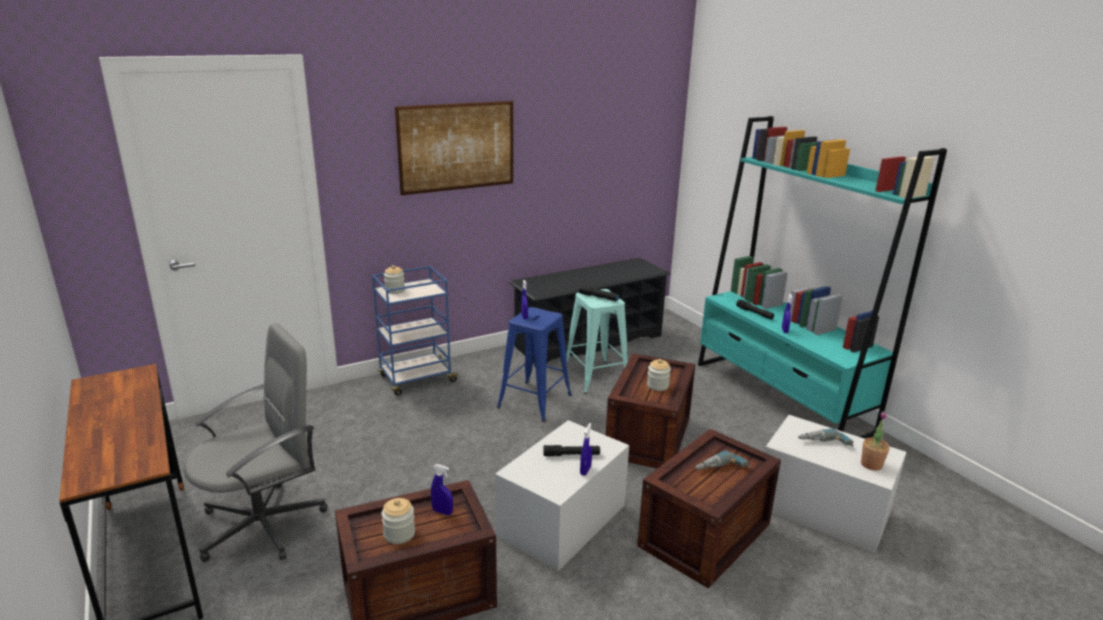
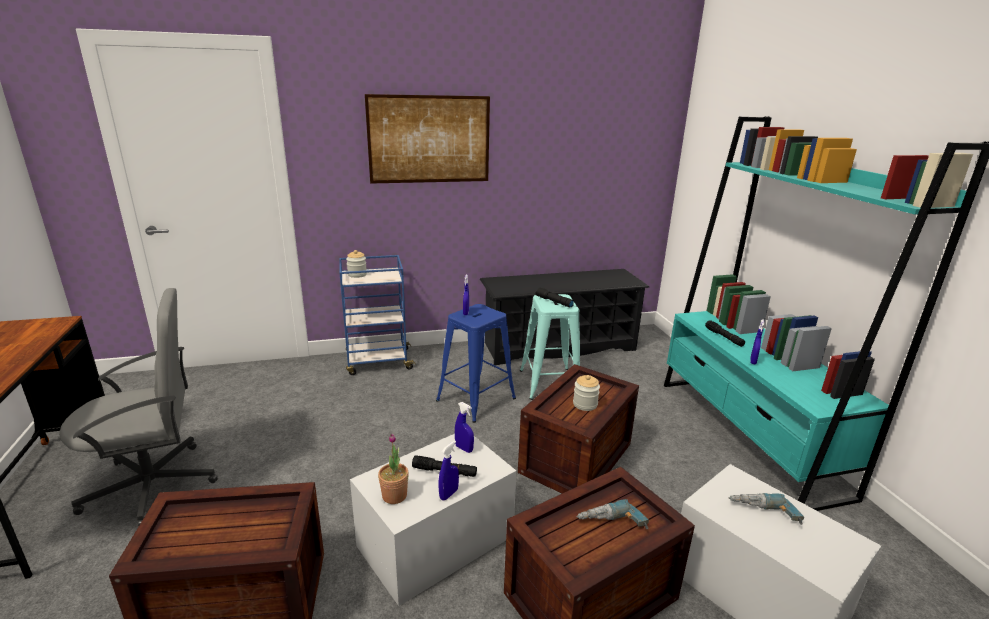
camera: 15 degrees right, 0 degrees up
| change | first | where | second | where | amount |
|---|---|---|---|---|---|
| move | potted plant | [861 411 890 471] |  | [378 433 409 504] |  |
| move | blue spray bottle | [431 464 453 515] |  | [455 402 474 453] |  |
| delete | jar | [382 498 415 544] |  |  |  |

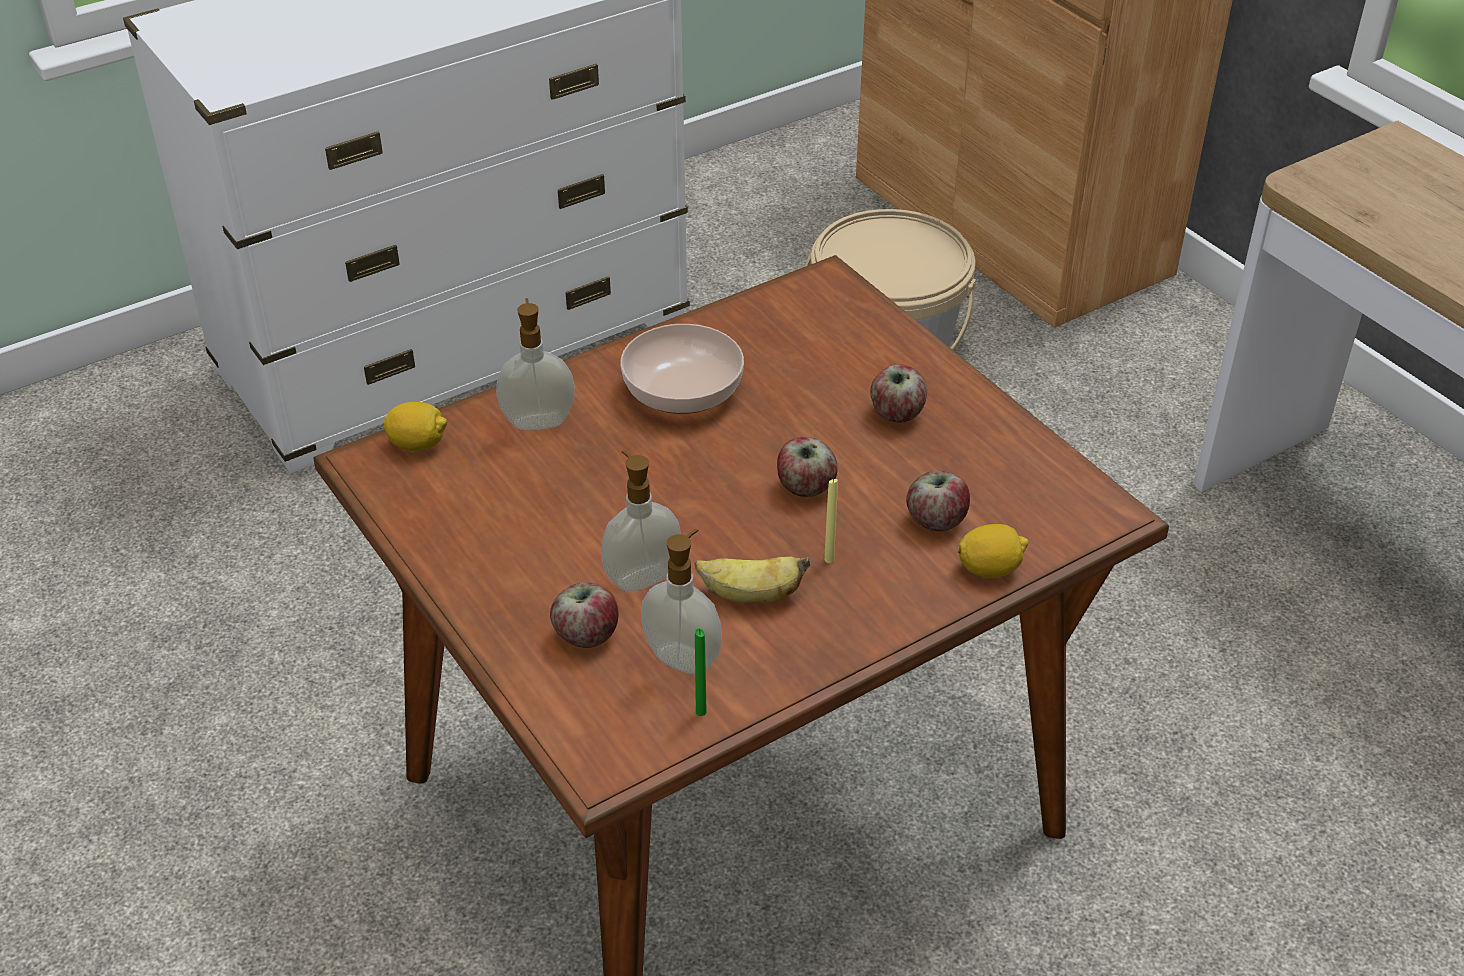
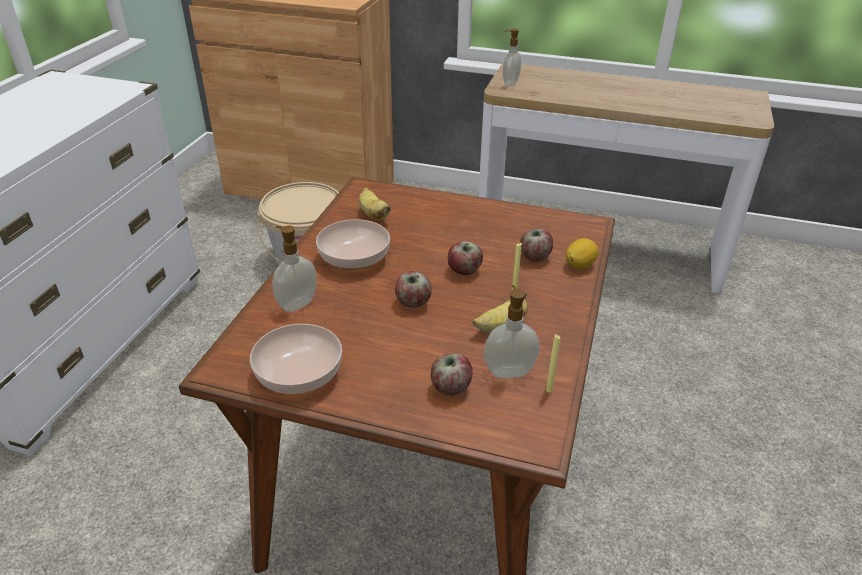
camera: 40 degrees left, 5 degrees down
| change | first | where | second | where | amount |
|---|---|---|---|---|---|
| insert |  |  | bowl | [250 324 342 394] |  |
| insert |  |  | banana | [359 187 391 220] |  |
| move | apple | [870 364 927 423] |  | [395 271 432 308] |  |
| move | soap dispenser | [601 450 681 592] |  | [503 29 521 86] |  |
| recolor | green candle | [695 628 707 716] | yellow candle | [546 335 560 393] |  |
| delete | lemon | [384 402 447 451] |  |  |  |

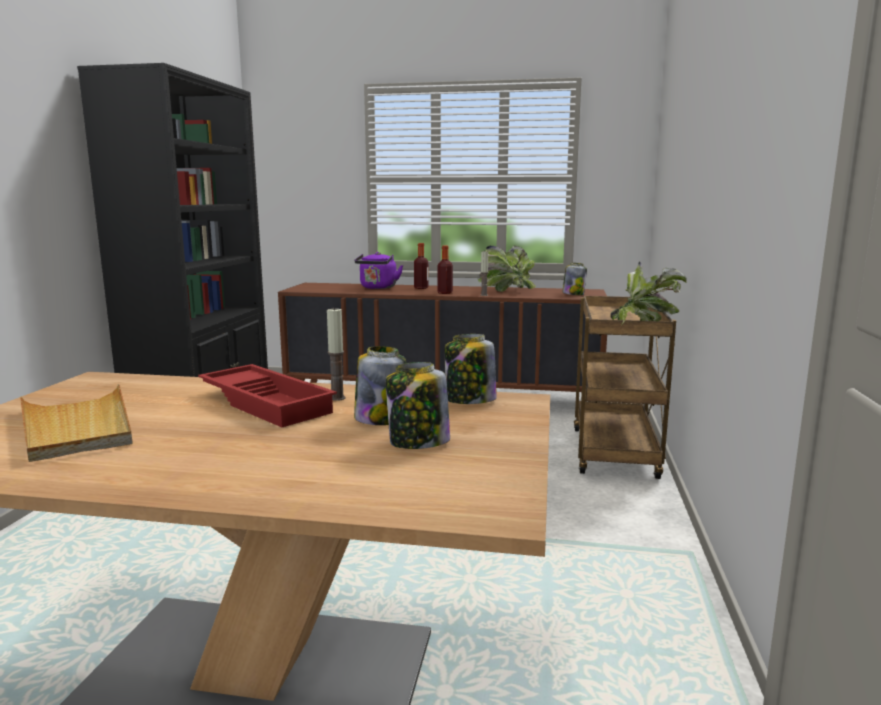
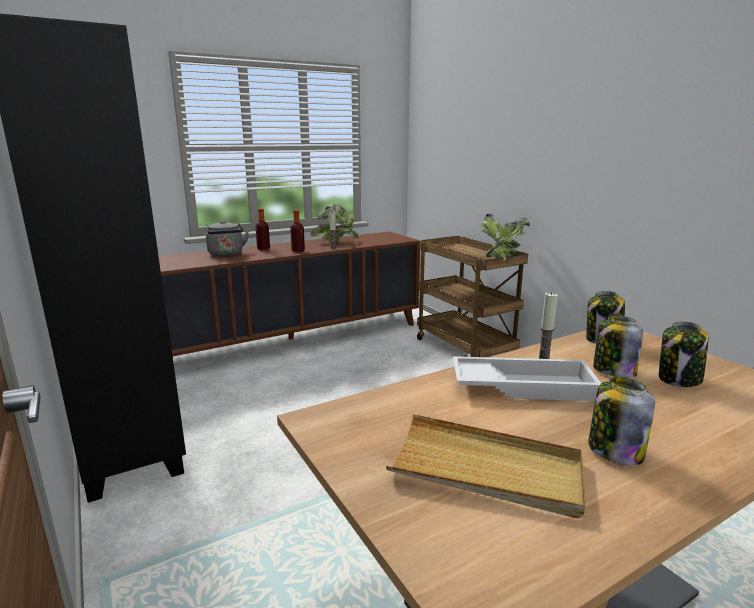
camera: 40 degrees left, 5 degrees up
| change | first | where | second | where | amount |
|---|---|---|---|---|---|
| recolor | purple kettle | [354 252 403 289] | grey kettle | [206 221 249 257] |  |
| recolor | red tray | [198 364 337 427] | white tray | [453 356 601 401] |  |
| move | jar | [562 263 587 295] |  | [588 377 655 466] |  |

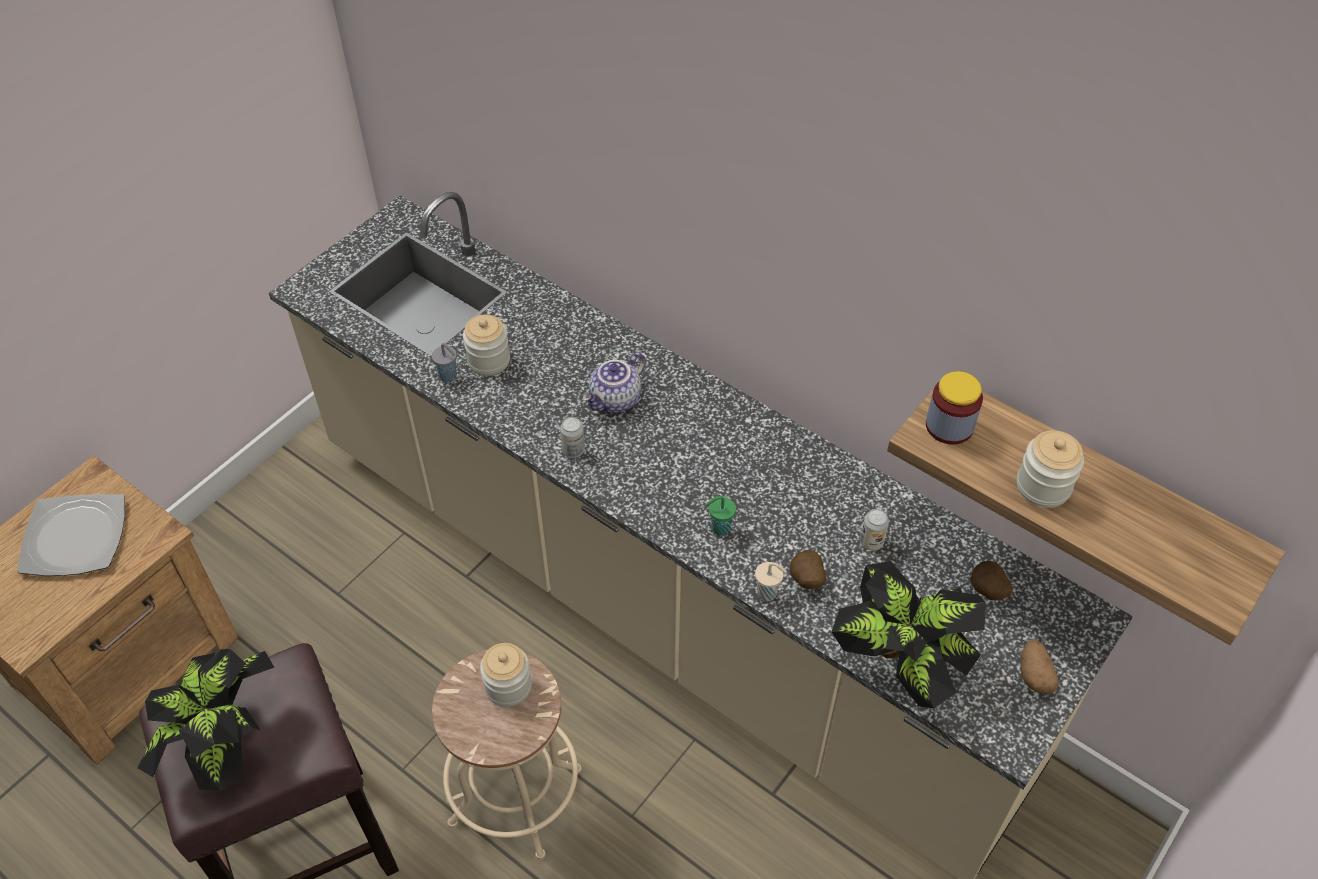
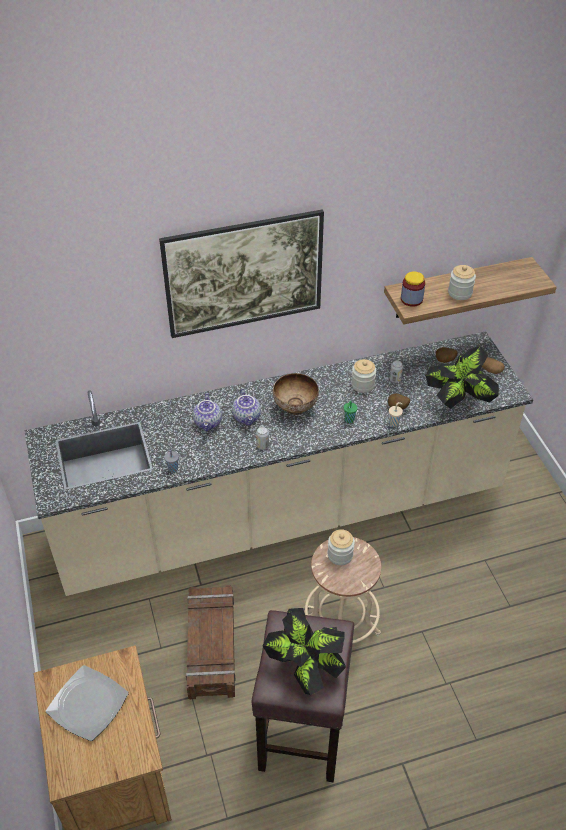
camera: 55 degrees left, 5 degrees down
| change | first | where | second | where | amount |
|---|---|---|---|---|---|
| insert |  |  | picture | [159 209 324 338] |  |
| insert |  |  | crate | [186 585 235 699] |  |
| insert |  |  | teapot | [193 393 222 431] |  |
| insert |  |  | bowl | [273 373 319 415] |  |
| move | jar | [463 315 510 376] |  | [351 359 376 393] |  |

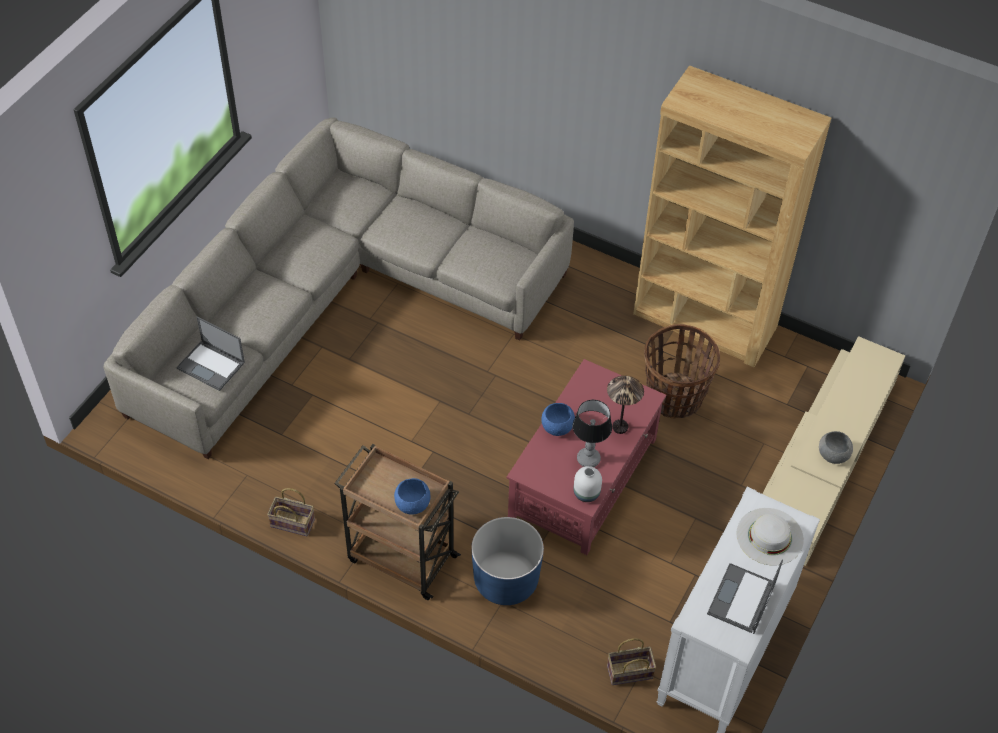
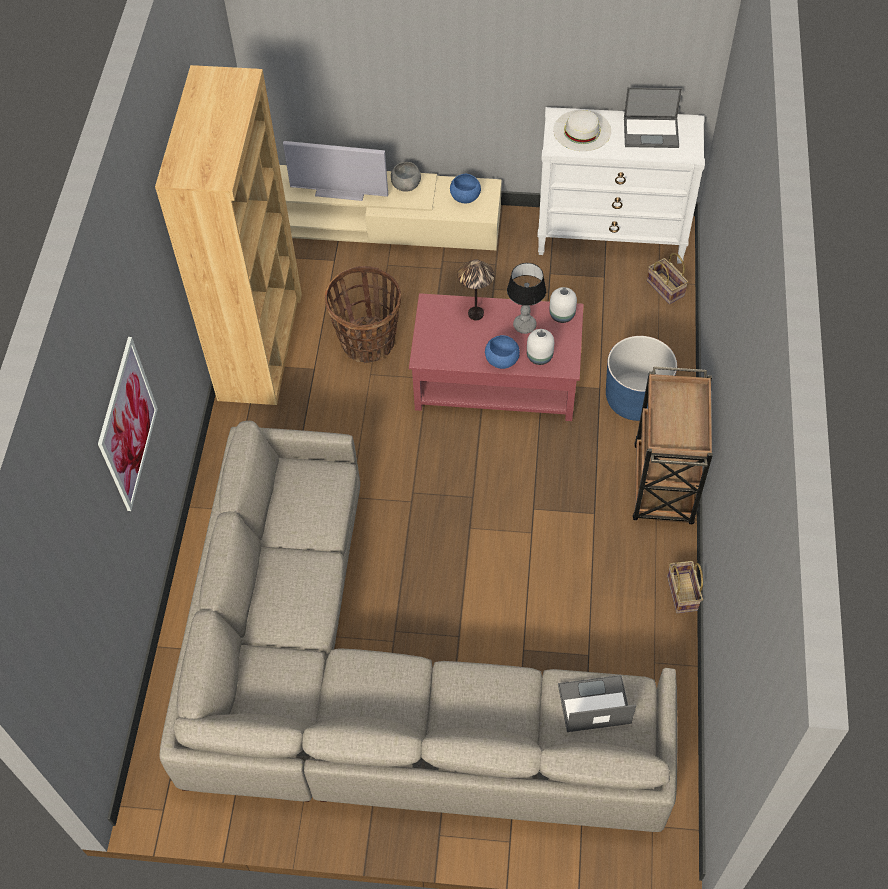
camera: 110 degrees left, 5 degrees up
| change | first | where | second | where | amount |
|---|---|---|---|---|---|
| insert |  |  | picture | [98 337 158 511] |  |
| insert |  |  | television | [283 141 388 201] |  |
| move | blue bowl | [394 478 430 515] |  | [450 174 481 203] |  |
| insert |  |  | white vase | [527 329 554 365] |  |
| rotate | laptop | [177 317 245 391] |  | [558 675 637 732] | 105 degrees counterclockwise |

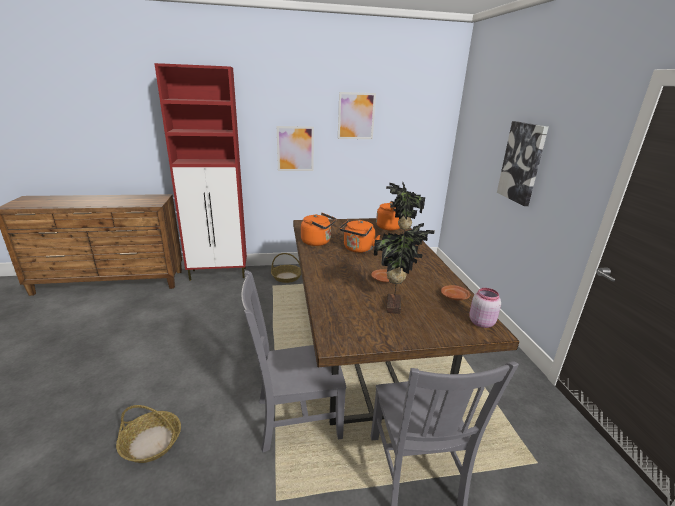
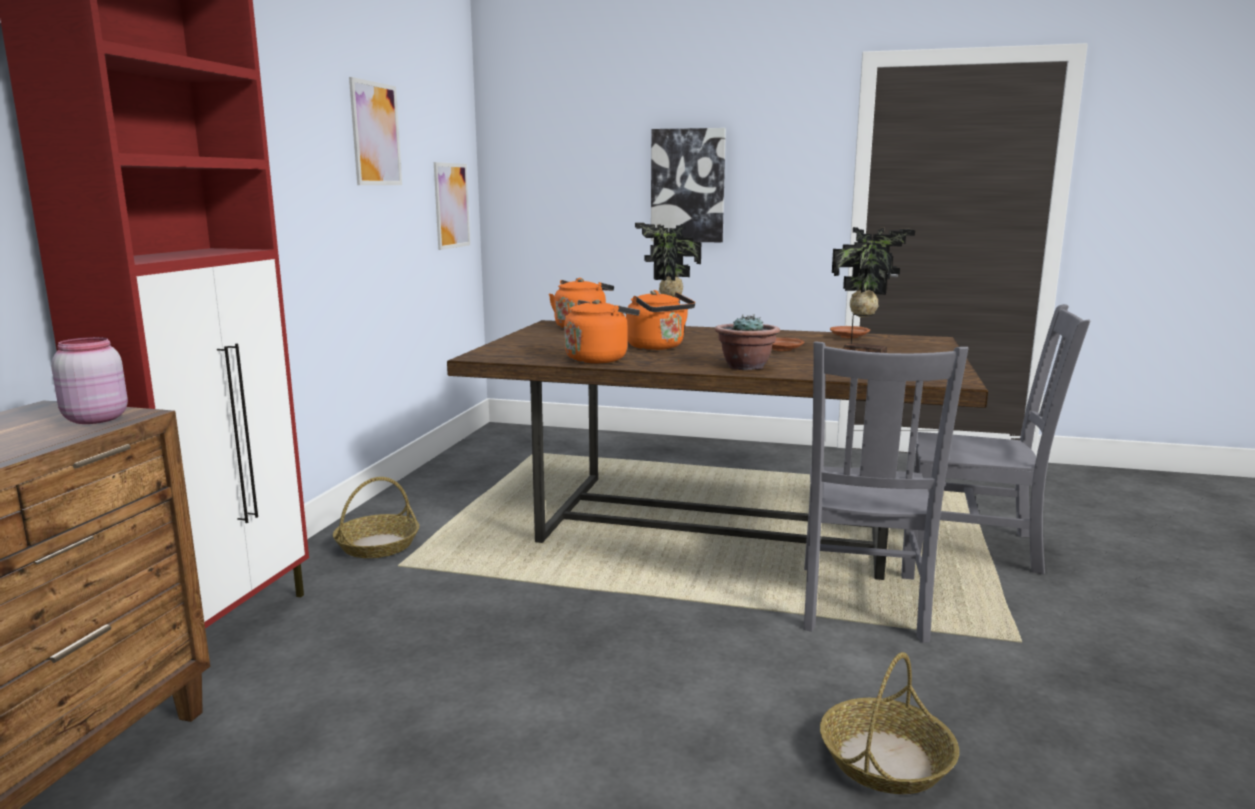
camera: 65 degrees left, 10 degrees down
| change | first | where | second | where | amount |
|---|---|---|---|---|---|
| move | pink jar | [469 288 501 328] |  | [51 337 128 424] |  |
| move | picture | [277 126 314 171] |  | [434 162 470 250] |  |
| insert |  |  | potted plant | [715 314 780 370] |  |

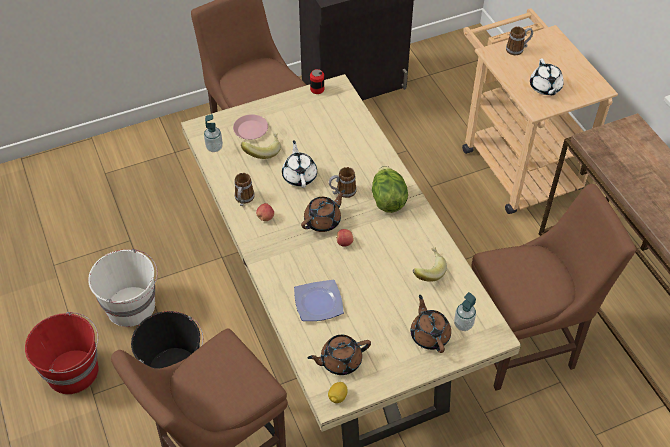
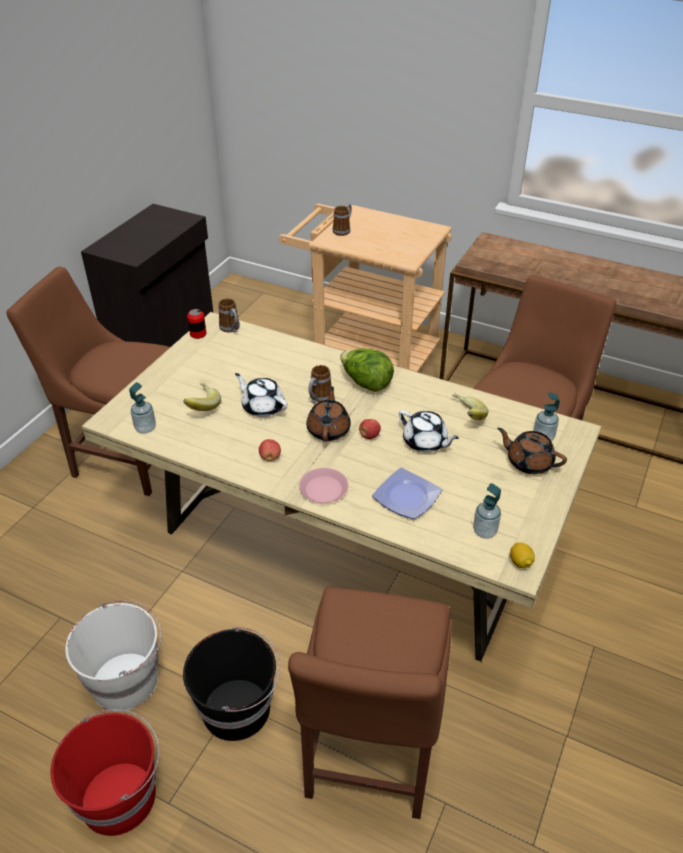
camera: 40 degrees left, 10 degrees down
| change | first | where | second | where | amount |
|---|---|---|---|---|---|
| move | mug | [235 173 255 206] |  | [219 298 240 333] |  |
| move | pink plate | [233 114 268 140] |  | [299 468 348 503] |  |
| move | white teapot | [530 58 564 95] |  | [399 410 459 453] |  |
| replace | brown teapot | [307 335 371 375] | soap dispenser | [473 483 501 539] |  |

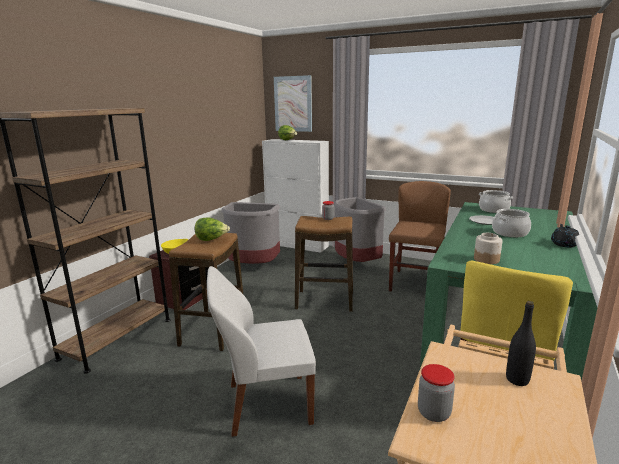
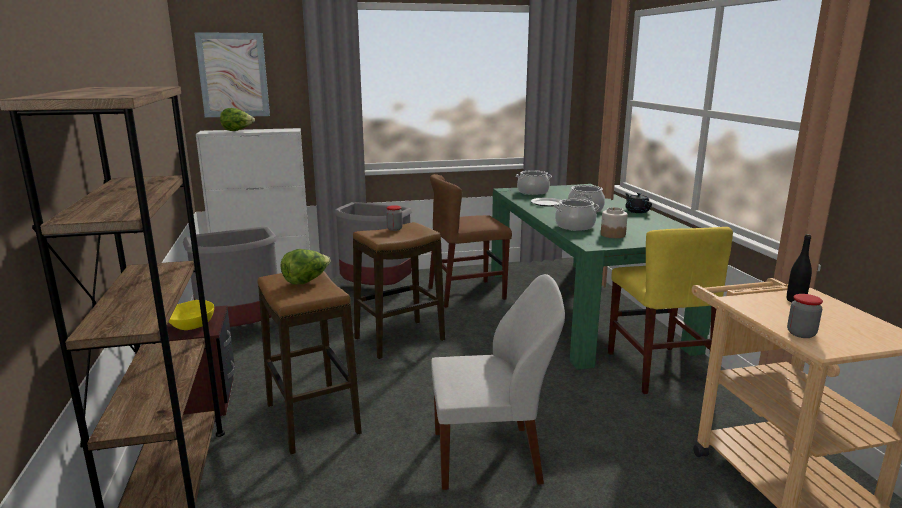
camera: 40 degrees left, 0 degrees up
| change | first | where | second | where | amount |
|---|---|---|---|---|---|
| rotate | brown chair | [389 181 451 292] |  | [429 174 512 308] | 90 degrees counterclockwise |
| rotate | white chair | [207 266 316 437] |  | [431 274 565 490] | 135 degrees counterclockwise |
| insert |  |  | cooking pot | [553 199 599 231] |  |

